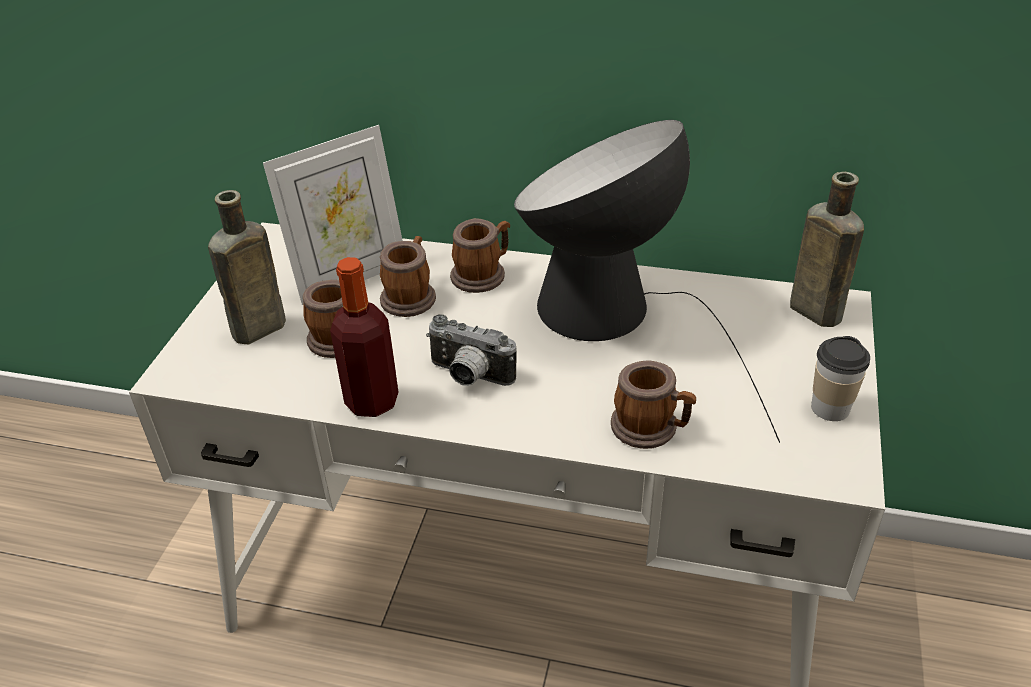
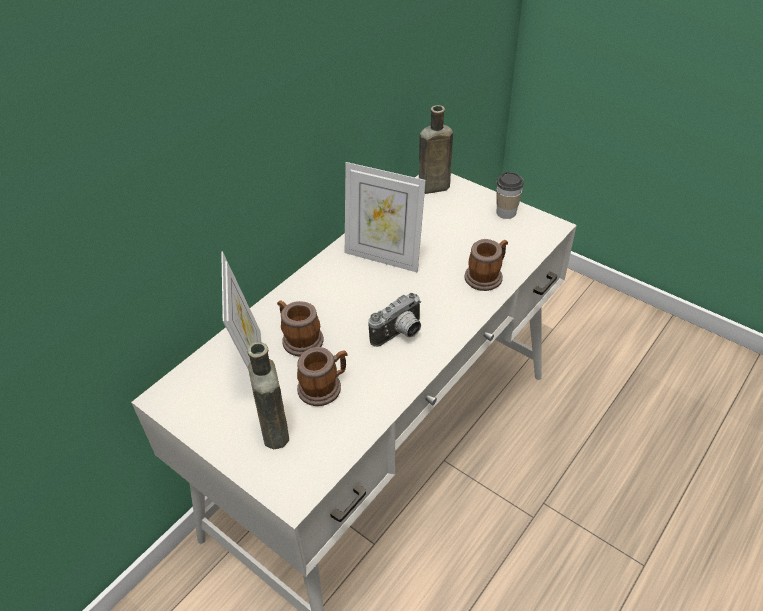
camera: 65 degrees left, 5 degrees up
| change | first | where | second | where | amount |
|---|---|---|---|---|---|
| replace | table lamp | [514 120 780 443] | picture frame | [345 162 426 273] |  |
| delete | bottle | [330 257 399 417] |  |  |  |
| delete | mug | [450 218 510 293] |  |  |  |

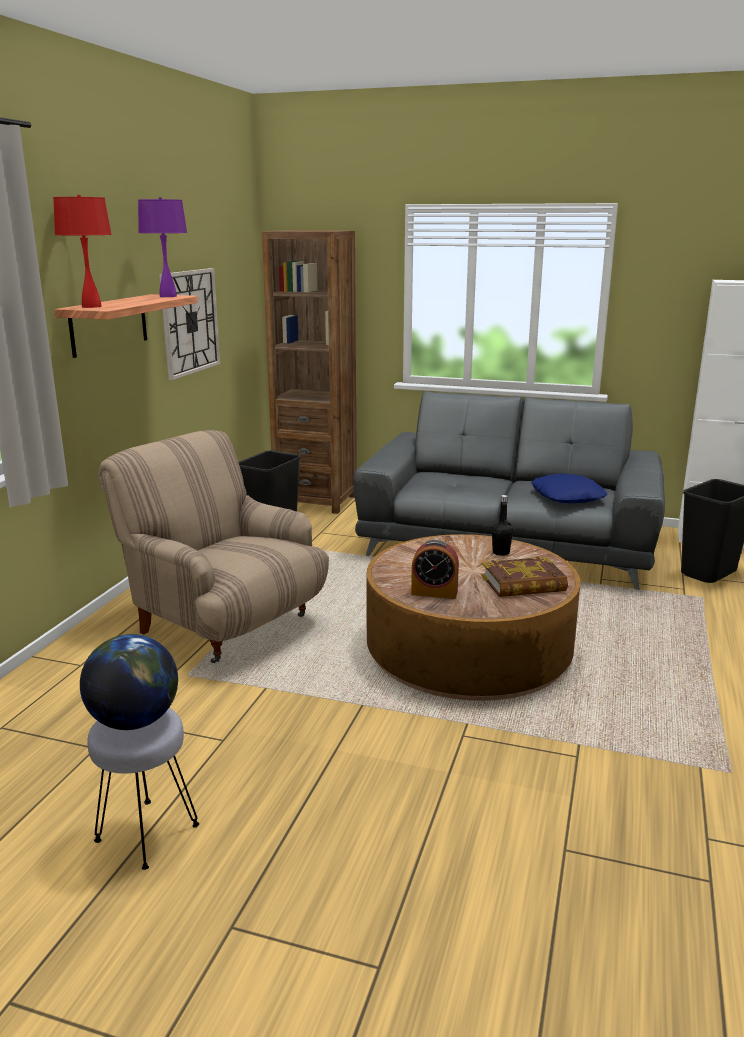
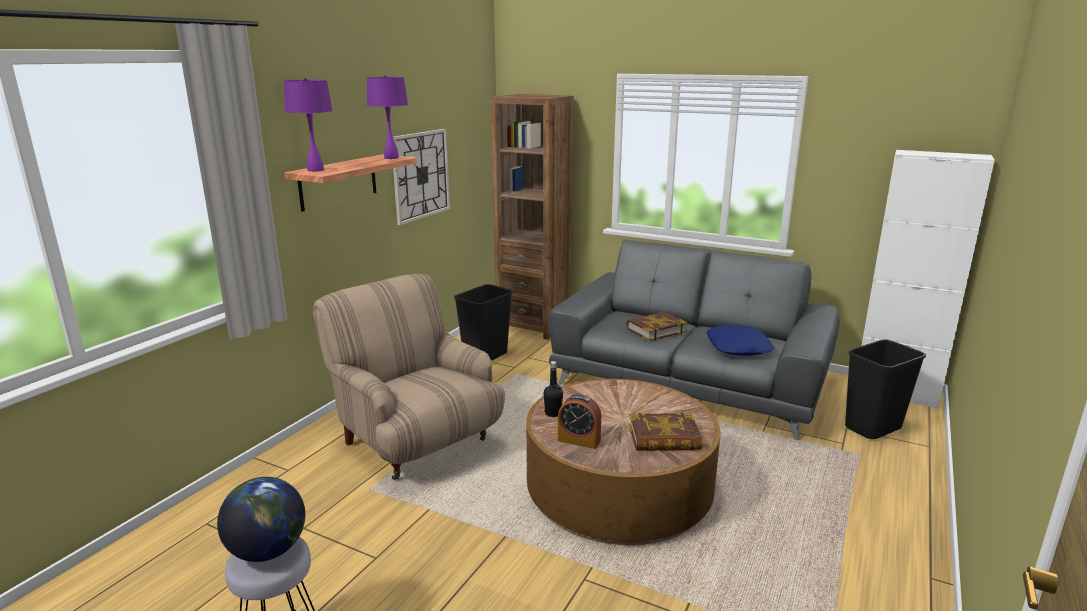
camera: 10 degrees right, 0 degrees up
| change | first | where | second | where | amount |
|---|---|---|---|---|---|
| recolor | red table lamp | [53 194 112 308] | purple table lamp | [284 78 333 172] |  |
| move | black bottle | [492 495 513 556] |  | [543 361 563 417] |  |
| insert |  |  | book | [626 312 688 341] |  |

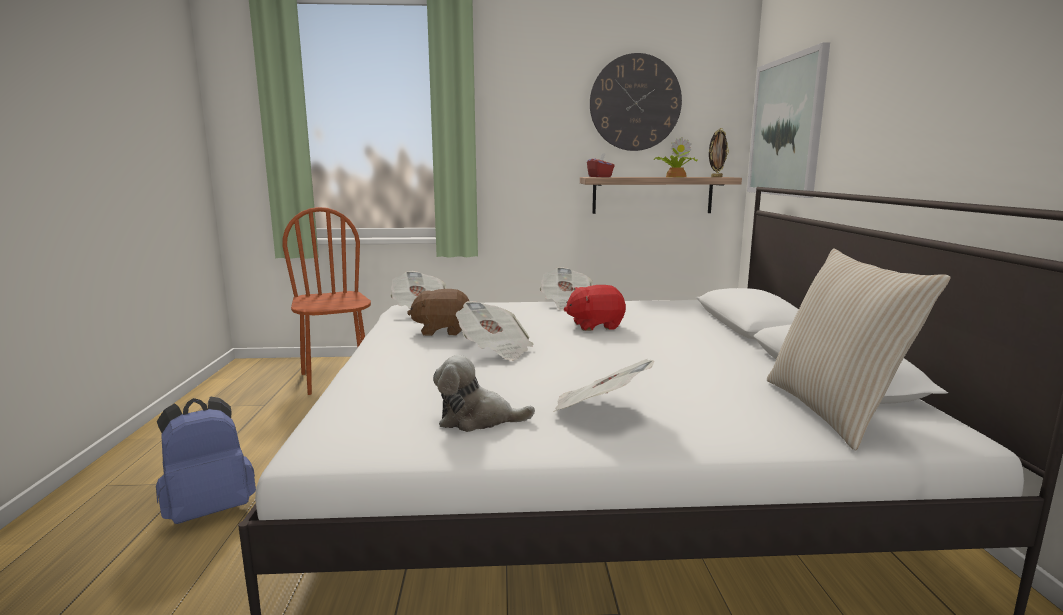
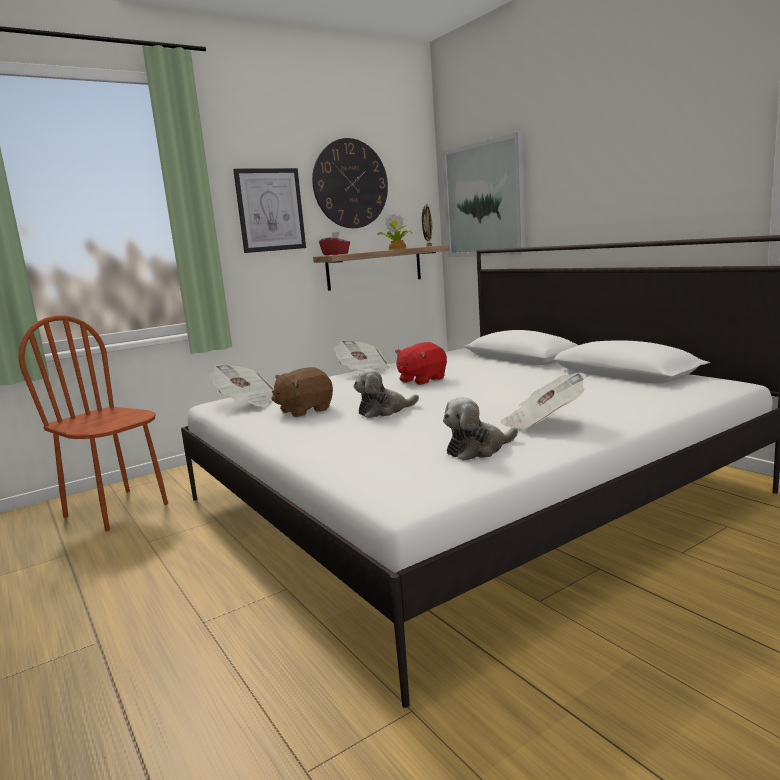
camera: 30 degrees left, 0 degrees up
| change | first | where | second | where | amount |
|---|---|---|---|---|---|
| insert |  |  | picture | [233 168 306 253] |  |
| replace | newspaper | [456 301 534 361] | plush toy | [353 369 419 418] |  |
| delete | blue backpack | [156 396 256 524] |  |  |  |
| delete | beige pillow | [767 249 950 451] |  |  |  |

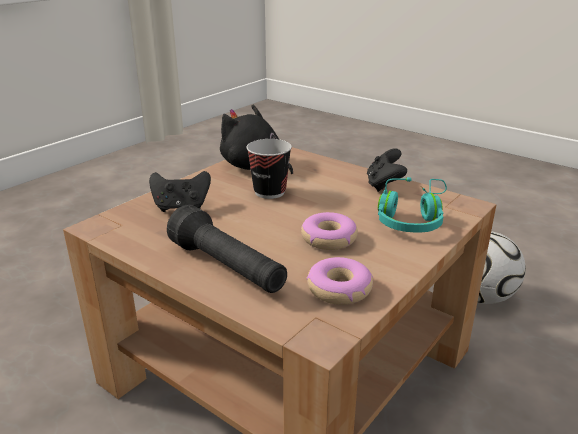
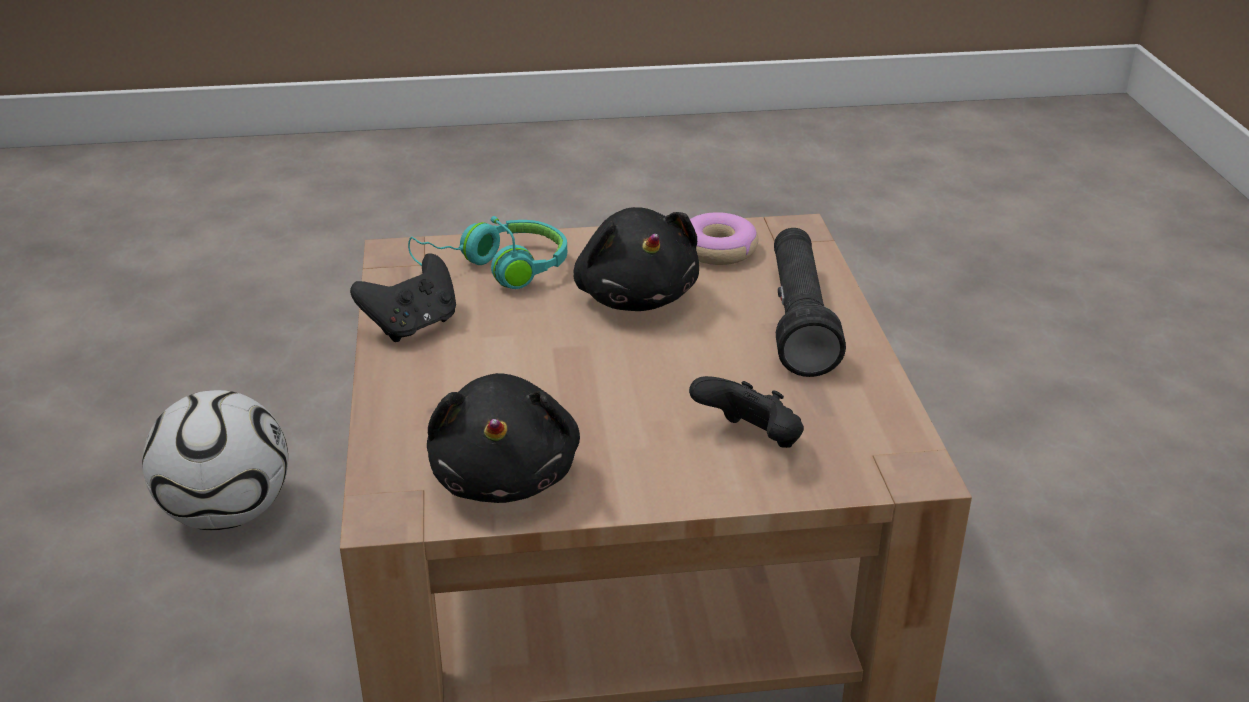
camera: 135 degrees left, 5 degrees up
| change | first | where | second | where | amount |
|---|---|---|---|---|---|
| replace | donut | [301 212 358 250] | black plush toy | [573 207 699 311] |  |
| delete | cup | [246 139 292 199] |  |  |  |

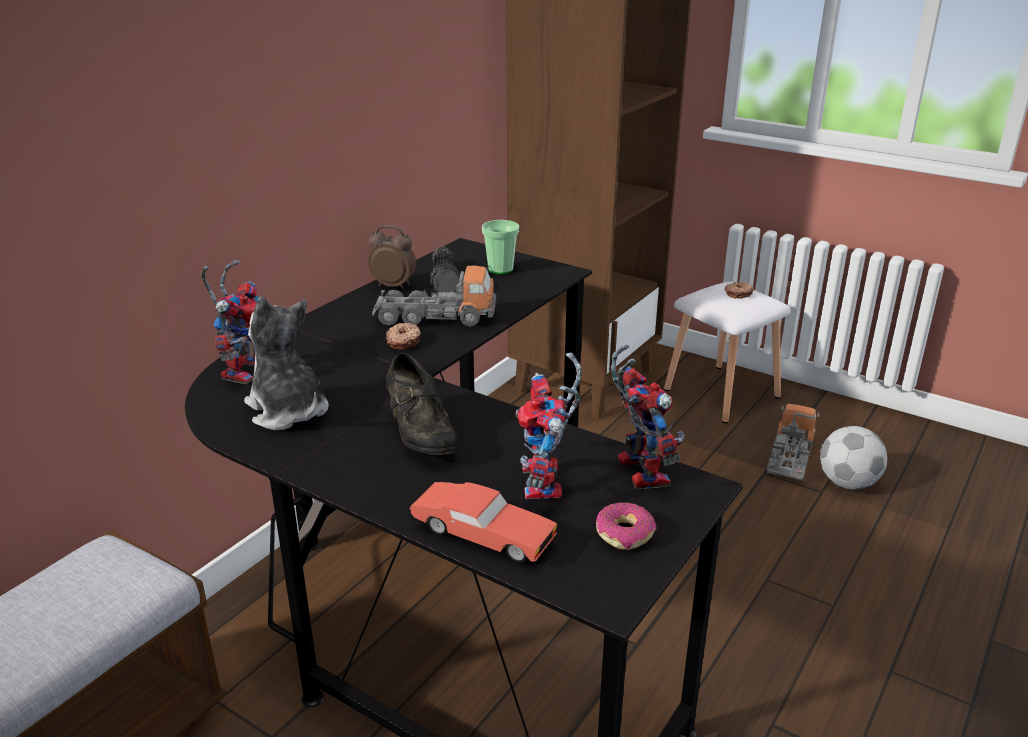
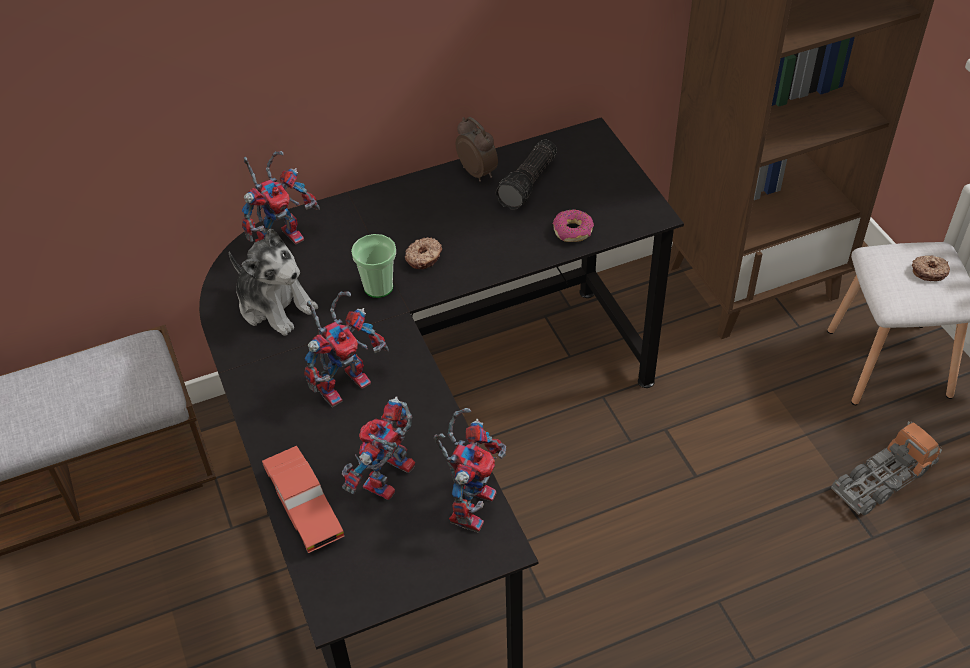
camera: 35 degrees right, 20 degrees up
| change | first | where | second | where | amount |
|---|---|---|---|---|---|
| rotate | plush toy | [244 296 329 430] |  | [229 228 318 336] | 135 degrees clockwise |
| replace | black shoe | [386 353 457 455] | toy robot | [305 291 389 407] |  |
| move | cup | [482 220 519 274] |  | [351 234 396 298] |  |
| move | donut | [596 502 657 550] |  | [553 209 594 242] |  |
| delete | toy truck | [372 266 496 327] |  |  |  |
| delete | football | [820 426 887 490] |  |  |  |

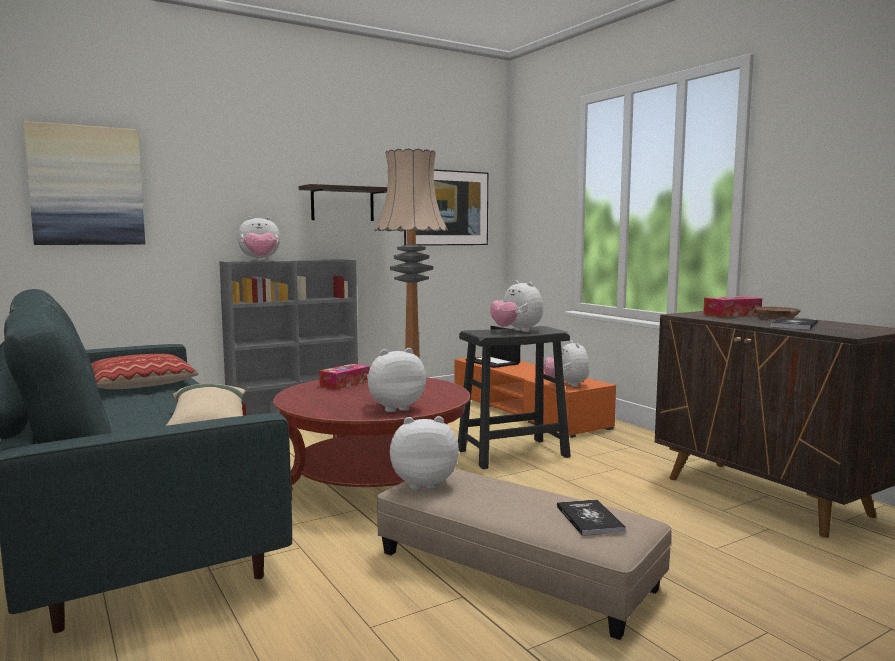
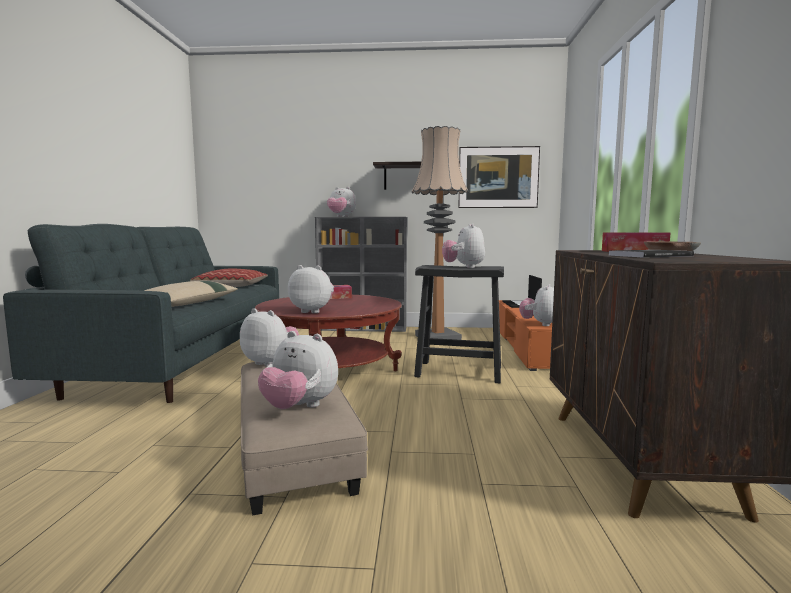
camera: 35 degrees right, 0 degrees up
| change | first | where | second | where | amount |
|---|---|---|---|---|---|
| replace | book | [557 499 626 536] | plush toy | [258 331 338 409] |  |
| delete | picture | [23 121 145 245] |  |  |  |

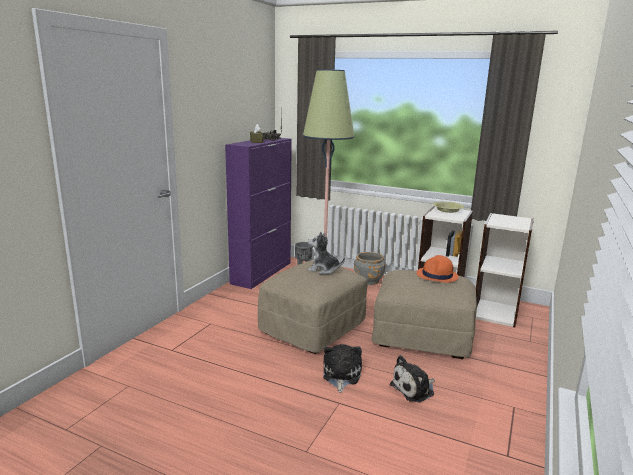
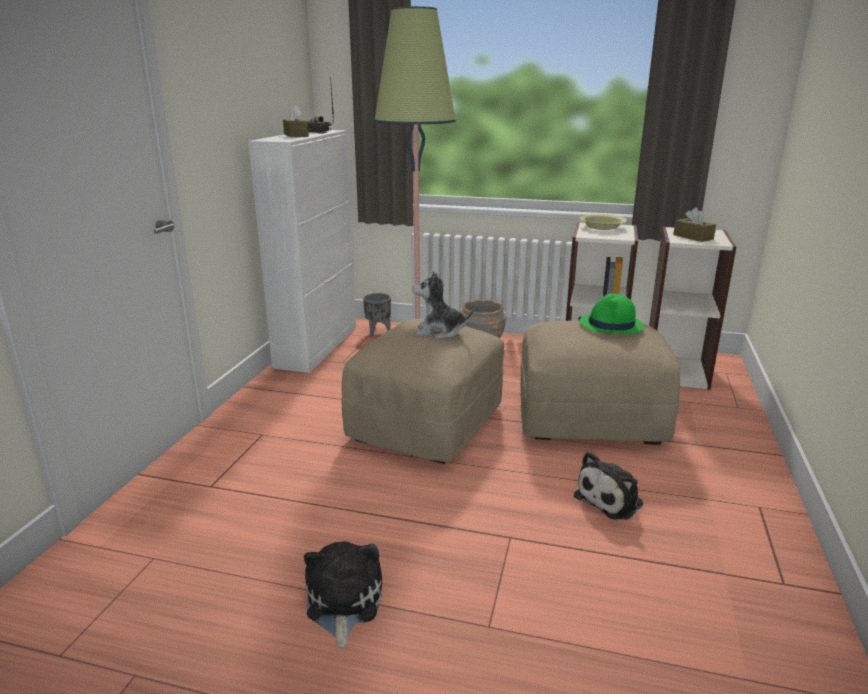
camera: 10 degrees left, 5 degrees up
| change | first | where | second | where | amount |
|---|---|---|---|---|---|
| recolor | purple cabinet | [225 138 292 289] | white cabinet | [248 130 356 373] |  |
| move | plush toy | [323 344 362 393] |  | [304 541 382 648] |  |
| recolor | orange hat | [416 255 459 283] | green hat | [579 294 644 334] |  |
| insert |  |  | brown tissue box | [673 207 716 242] |  |

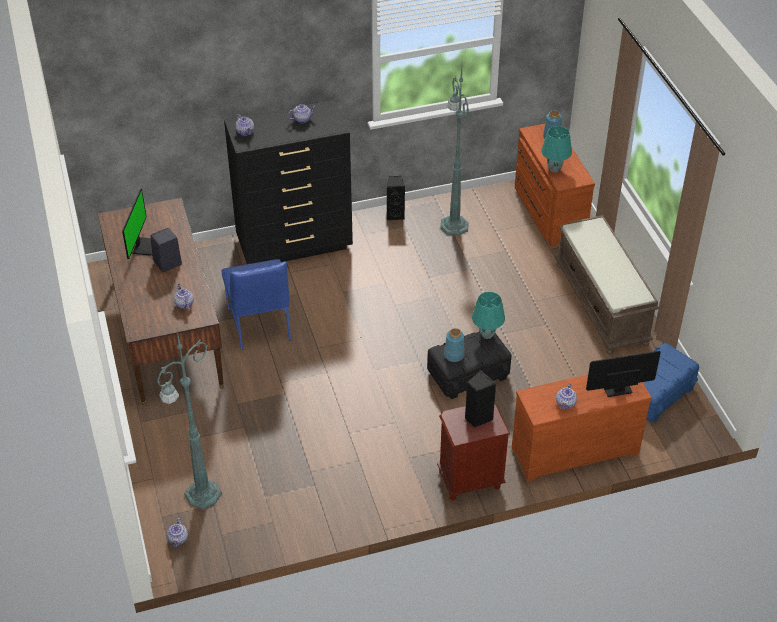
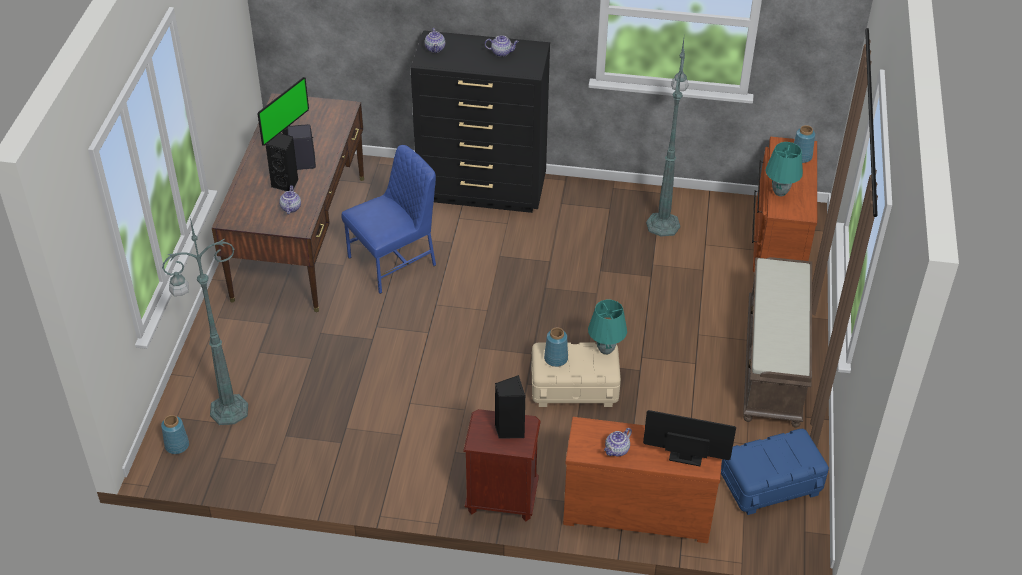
camera: 25 degrees right, 0 degrees up
| change | first | where | second | where | amount |
|---|---|---|---|---|---|
| replace | teapot | [167 518 188 547] | blue vase | [161 415 189 454] |  |
| move | black speaker | [387 176 405 220] |  | [265 133 299 191] |  |
| rotate | blue chair | [222 259 291 350] |  | [341 145 436 294] | 135 degrees counterclockwise |
| recolor | black storage box | [427 331 511 399] | beige storage box | [531 342 621 407] |  |

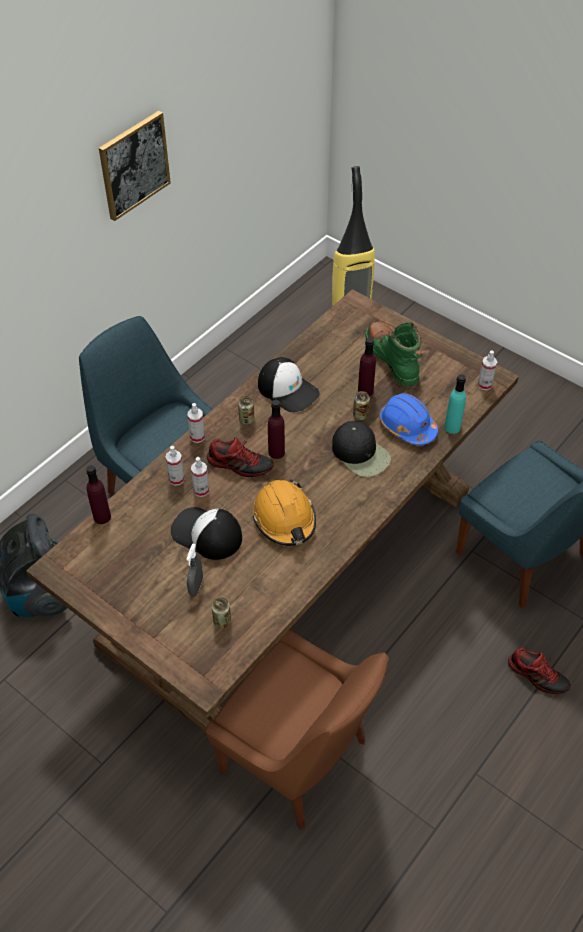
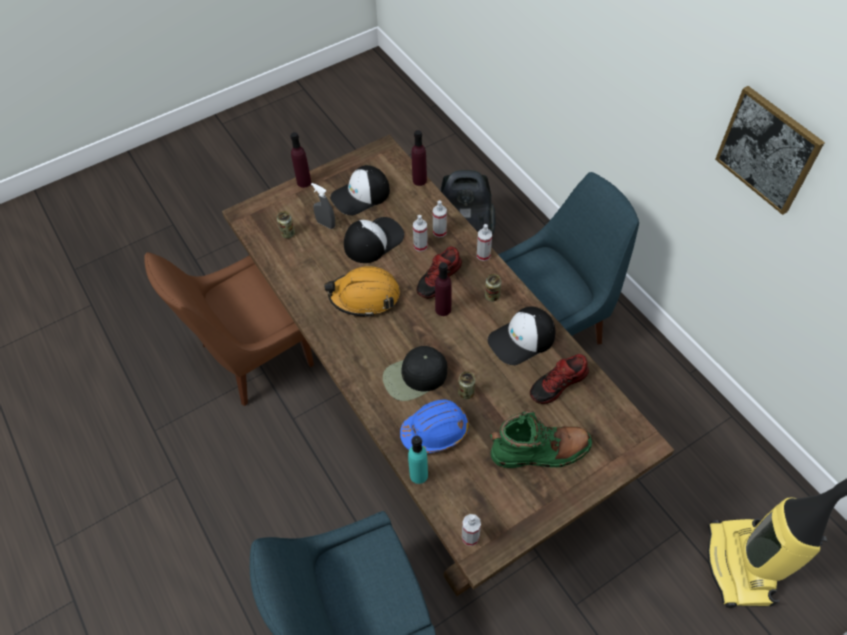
camera: 110 degrees right, 5 degrees up
| change | first | where | second | where | amount |
|---|---|---|---|---|---|
| move | purple bottle | [358 338 376 396] |  | [290 132 311 188] |  |
| insert |  |  | cap | [330 165 390 216] |  |
| move | shoe | [508 647 571 694] |  | [530 354 589 404] |  |

